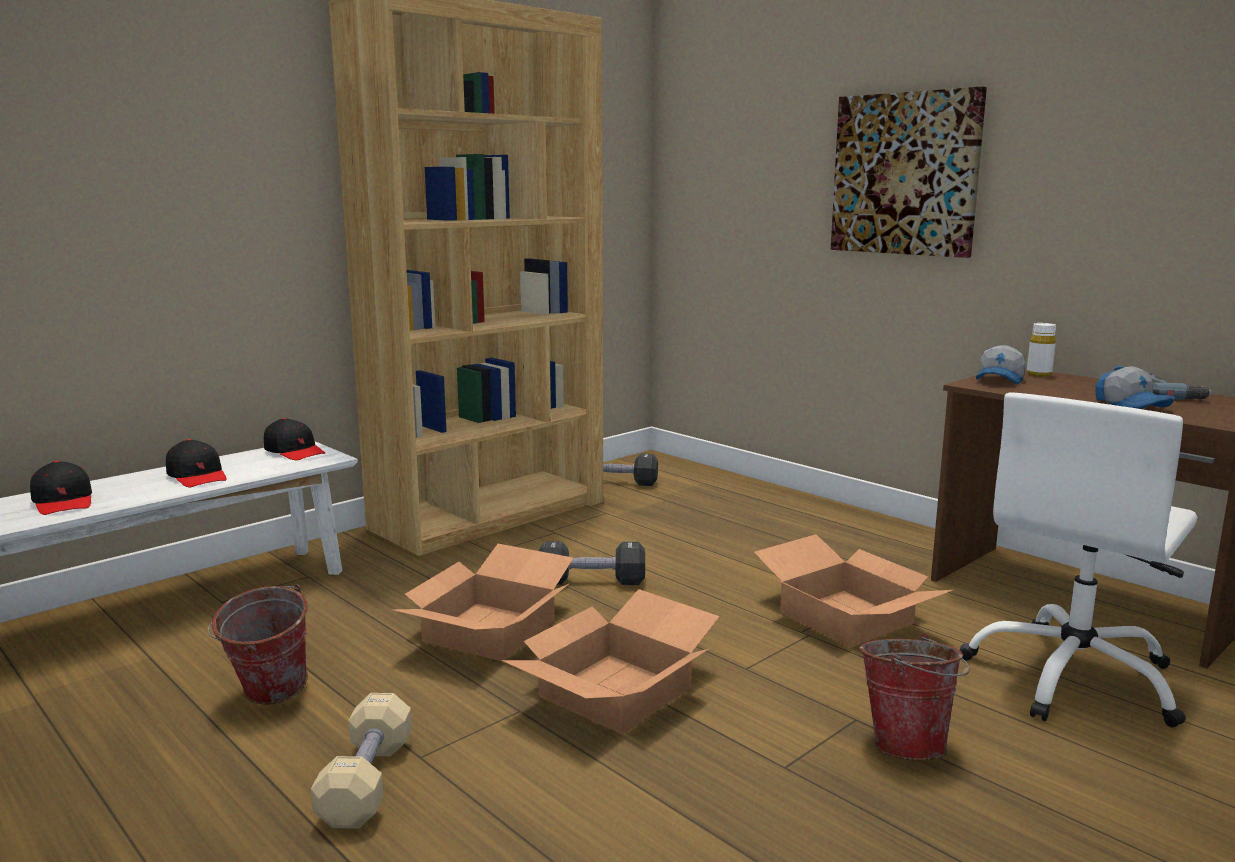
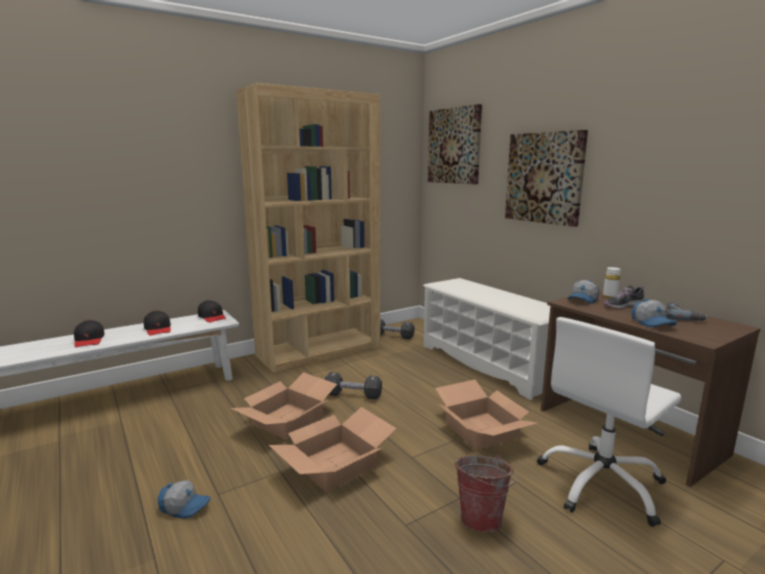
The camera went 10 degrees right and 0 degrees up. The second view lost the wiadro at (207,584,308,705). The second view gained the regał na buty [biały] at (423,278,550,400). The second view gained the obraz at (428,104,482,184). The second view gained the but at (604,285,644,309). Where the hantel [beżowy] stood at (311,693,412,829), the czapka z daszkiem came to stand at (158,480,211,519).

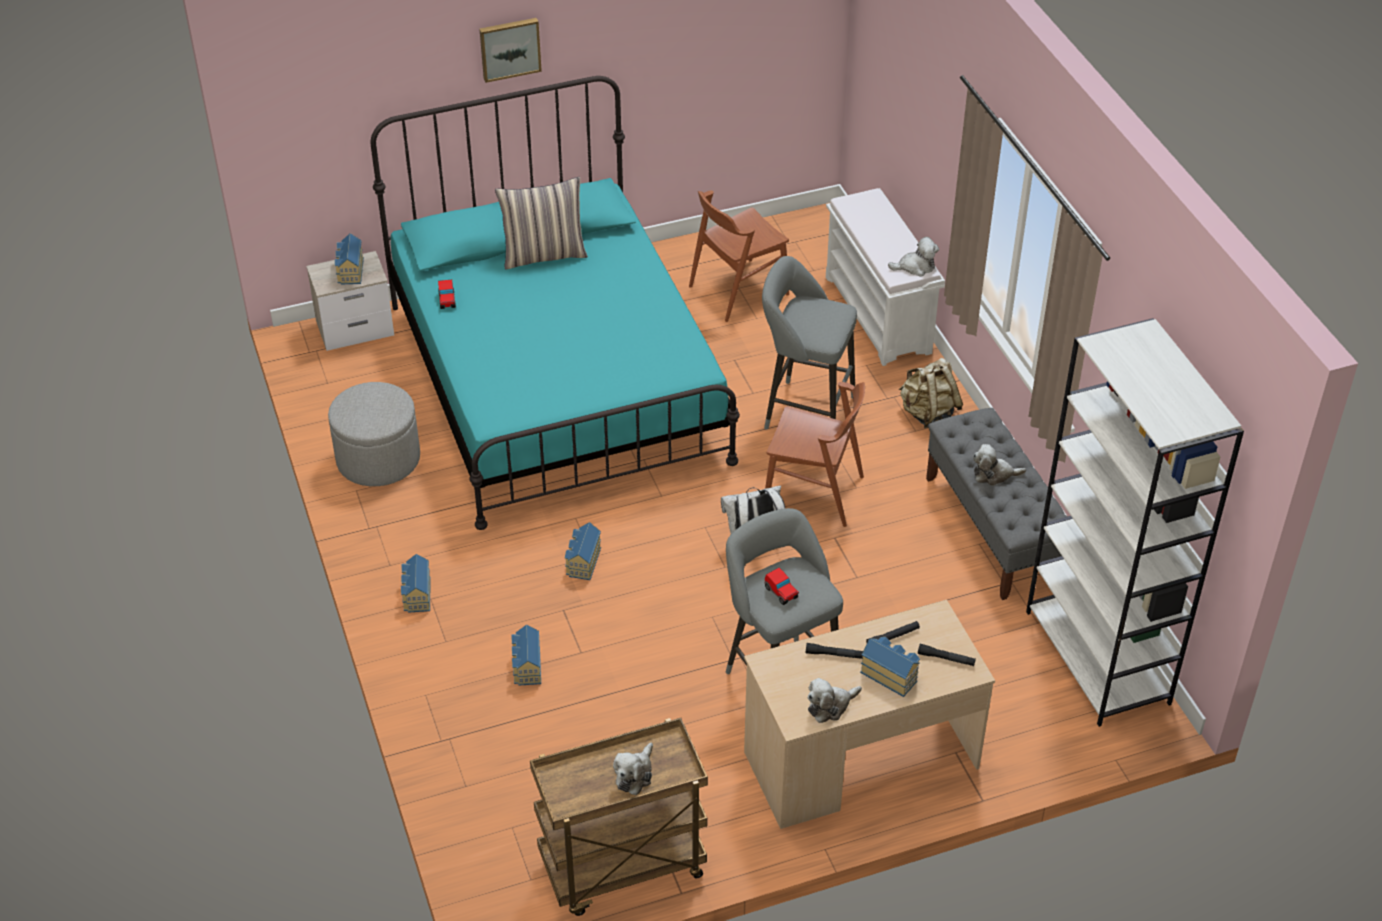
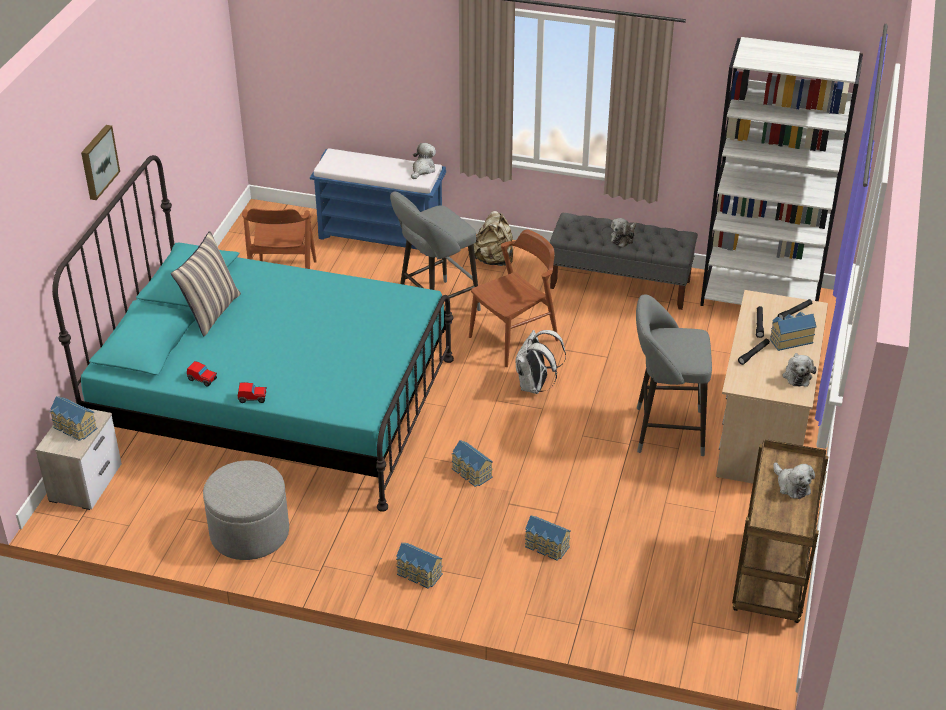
The camera went 55 degrees left and 5 degrees down. The samochodzik ended up elsewhere, having gone from (765,568,799,605) to (238,382,267,403). What was the ławka [biały] at (826,188,945,366) turned into the ławka [niebieski] at (310,148,446,253).

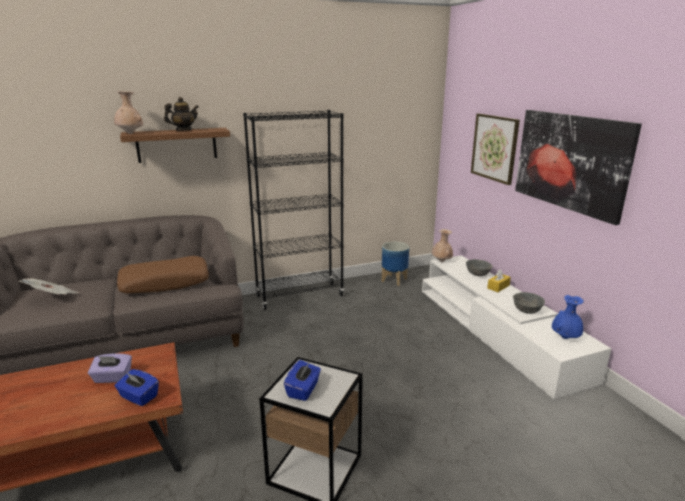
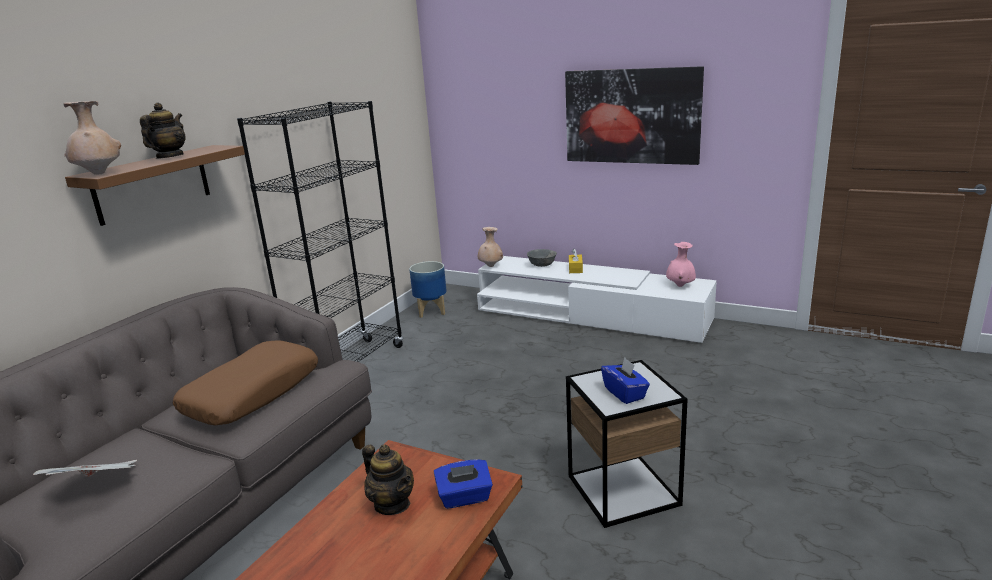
The camera went 40 degrees left and 0 degrees up. The second view lost the obraz at (471,114,520,185). The second view lost the miska [szary] at (513,292,545,314). Where the pudełko chusteczek [fioletowy] stood at (88,353,132,383), the imbryk came to stand at (362,445,414,515). What was the wazon [niebieski] at (552,295,584,339) turned into the wazon [różowy] at (666,242,696,287).

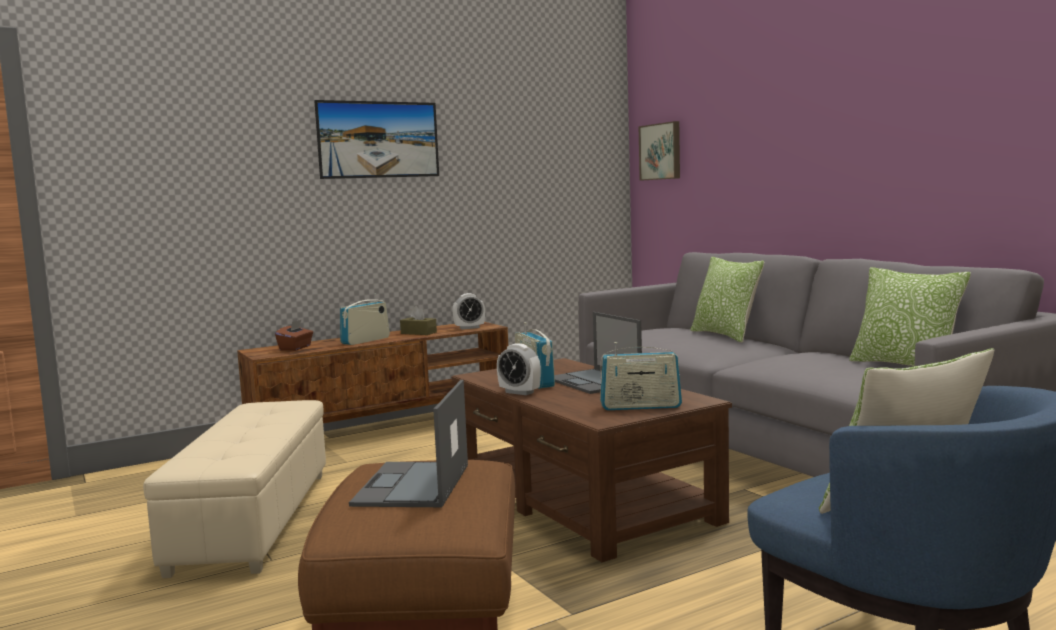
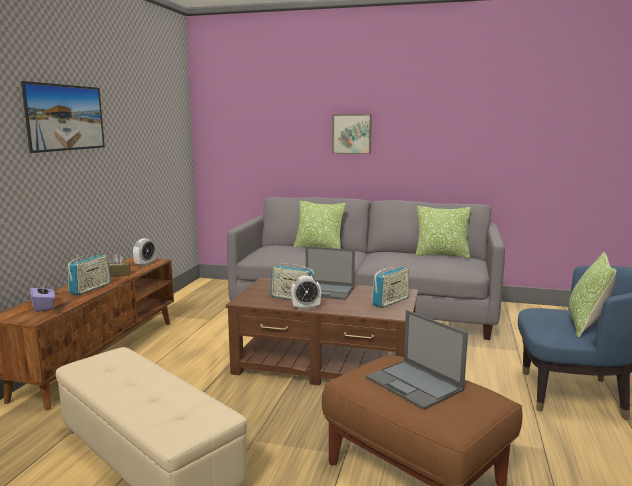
The camera went 45 degrees left and 5 degrees up. The obraz ended up elsewhere, having gone from (639,121,680,180) to (332,114,372,154). What was the pudełko chusteczek [brązowy] at (275,319,313,351) turned into the pudełko chusteczek [fioletowy] at (30,283,55,312). The radio at (340,294,390,345) ended up facing another way, 150 degrees counterclockwise from before.

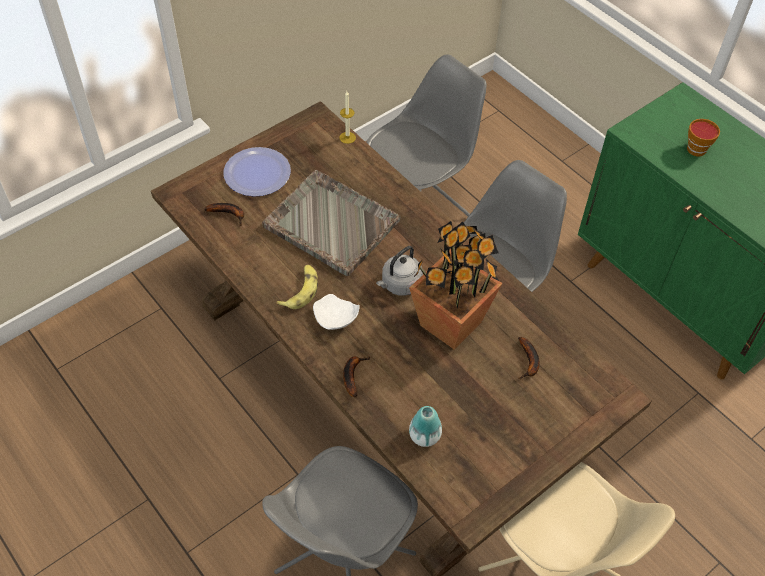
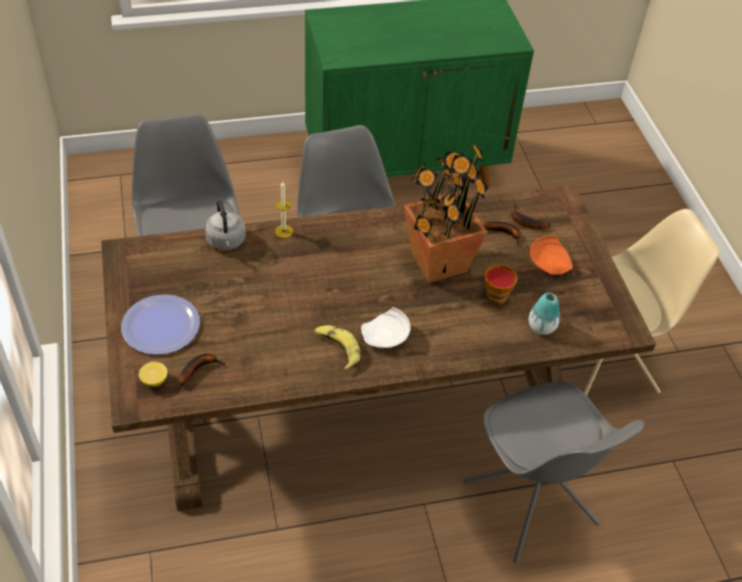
The camera went 65 degrees left and 5 degrees down. The second view lost the taca [szary] at (262,170,400,276). The second view gained the cytryna at (139,362,167,387). The second view gained the talerz [pomarańczowy] at (530,235,573,275). The świeca ended up elsewhere, having gone from (339,92,356,144) to (275,181,293,238). The banan ended up elsewhere, having gone from (343,356,371,397) to (511,204,550,230). The czajnik [szary] ended up elsewhere, having gone from (376,246,423,296) to (205,199,246,250). The filiżanka ended up elsewhere, having gone from (687,119,720,157) to (484,264,518,305).

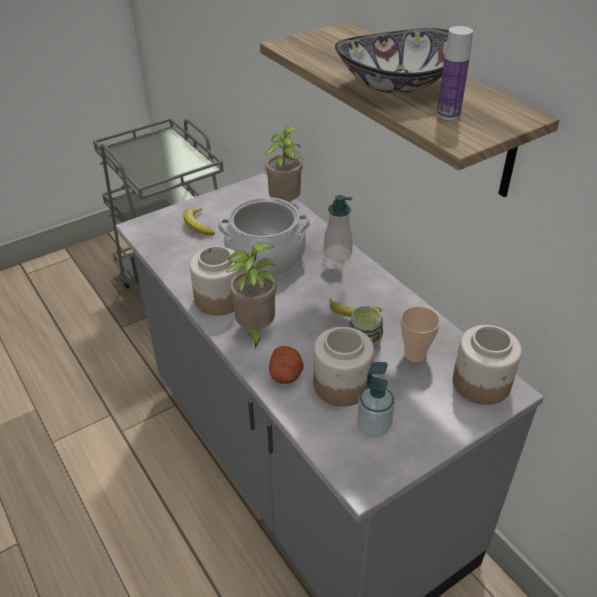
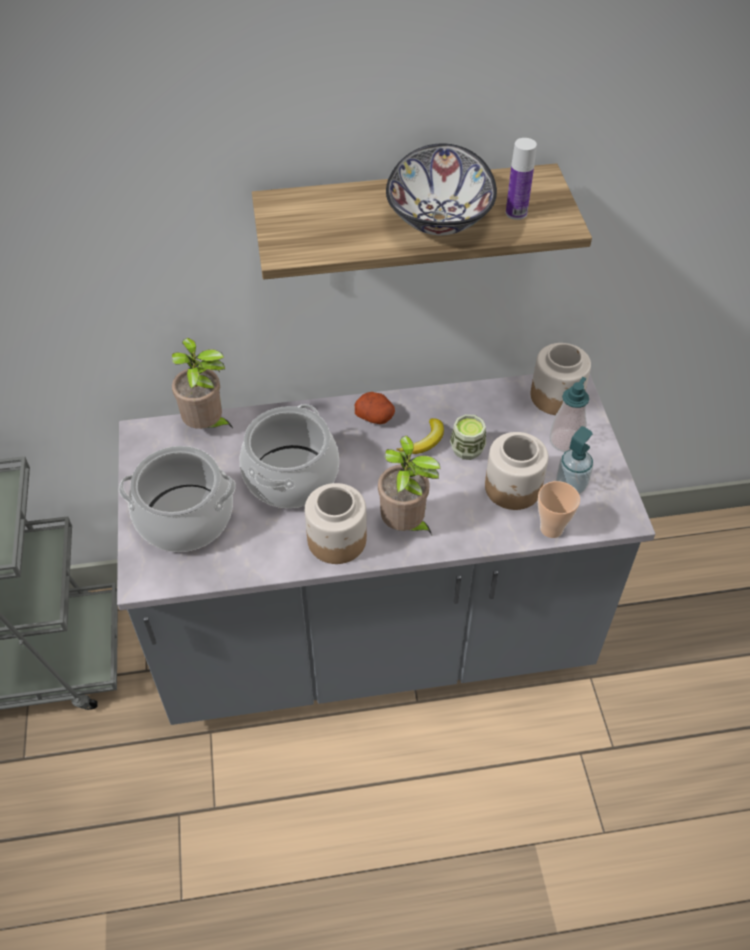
The camera went 65 degrees left and 10 degrees up. The ziemniak ended up elsewhere, having gone from (269,346,304,384) to (355,392,395,424). The dozownik mydła ended up elsewhere, having gone from (324,195,353,262) to (549,377,589,452). The filiżanka ended up elsewhere, having gone from (400,306,440,362) to (538,481,580,538). Where the banan stood at (183,208,215,235), the garnek came to stand at (119,446,236,552).

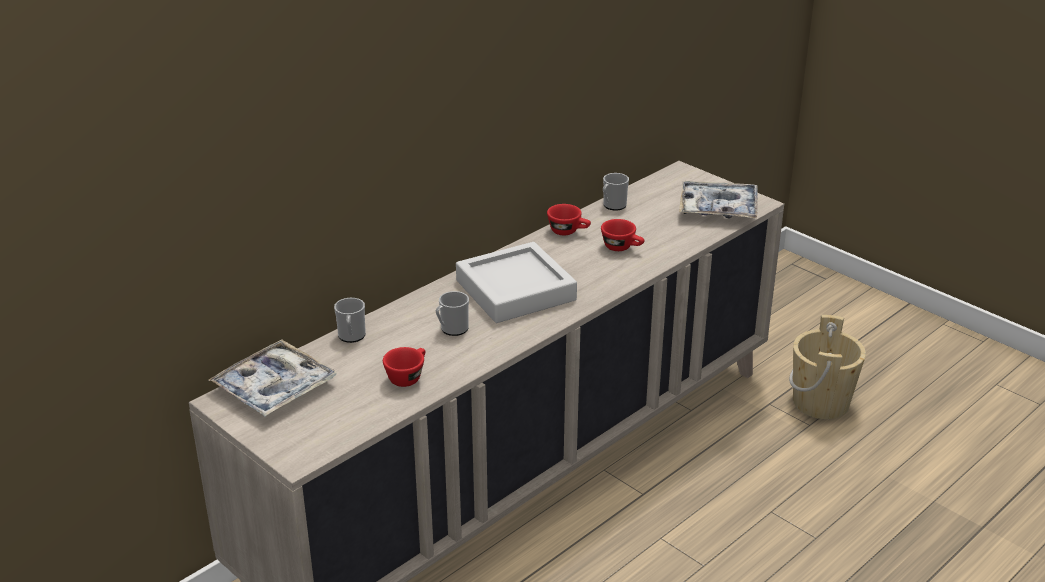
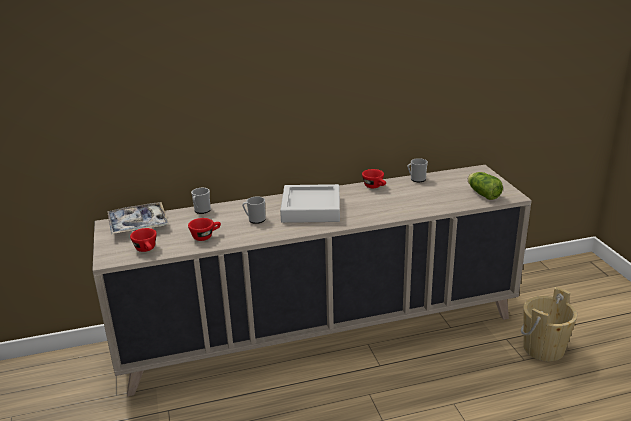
The camera went 30 degrees right and 5 degrees down. The filiżanka [czerwony] ended up elsewhere, having gone from (601,219,644,251) to (130,228,157,252). Where the taca stood at (679,181,758,219), the sałata came to stand at (468,172,503,200).

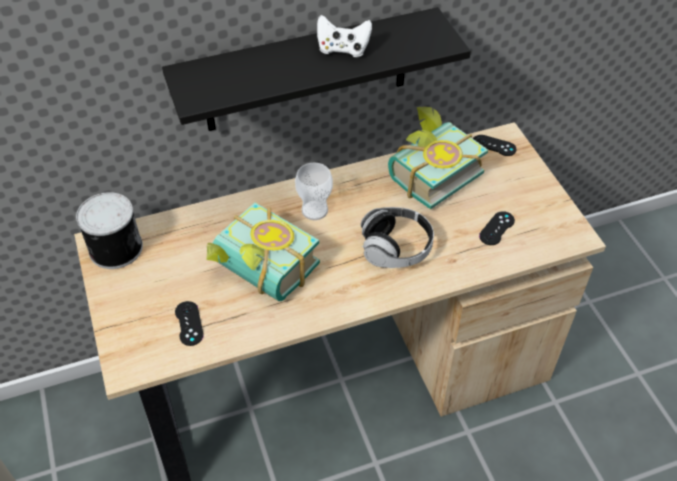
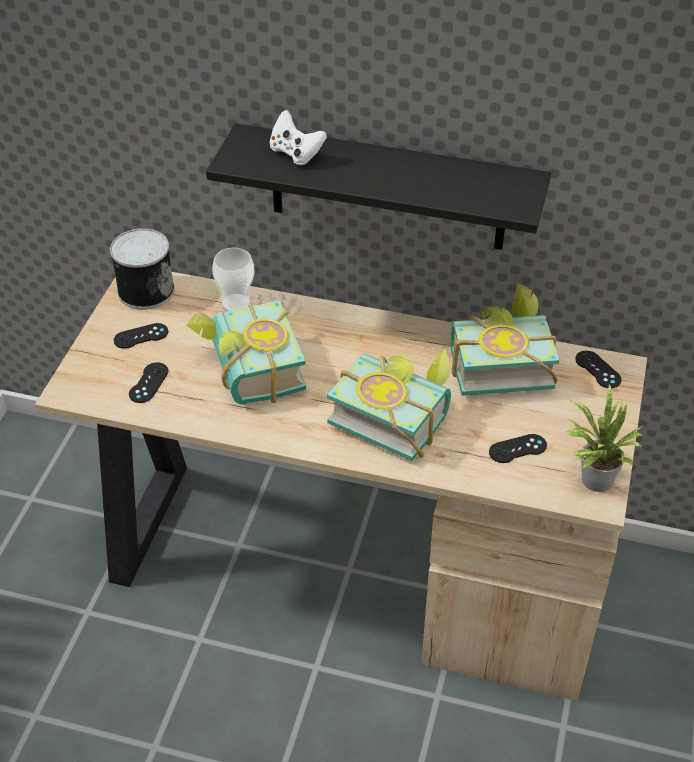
The camera went 35 degrees right and 5 degrees down. The second view gained the pad do gier [czarny] at (114,323,168,349). The second view gained the roślina doniczkowa at (566,383,644,492). The filiżanka ended up elsewhere, having gone from (295,162,333,220) to (212,248,255,311). The pad do gier [biały] ended up elsewhere, having gone from (317,15,372,57) to (270,110,327,165). Where the słuchawki stood at (361,207,434,268), the książka came to stand at (327,348,451,461).

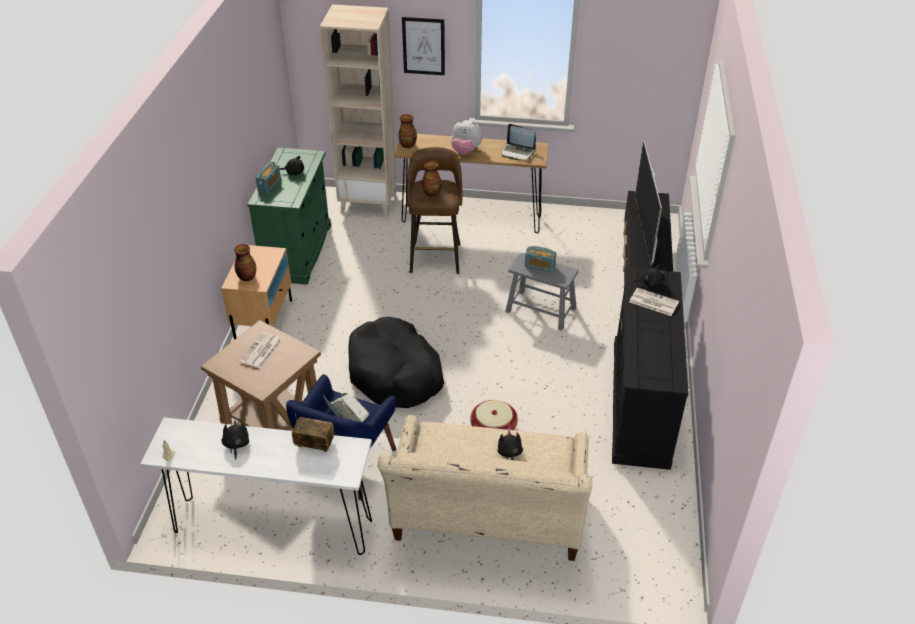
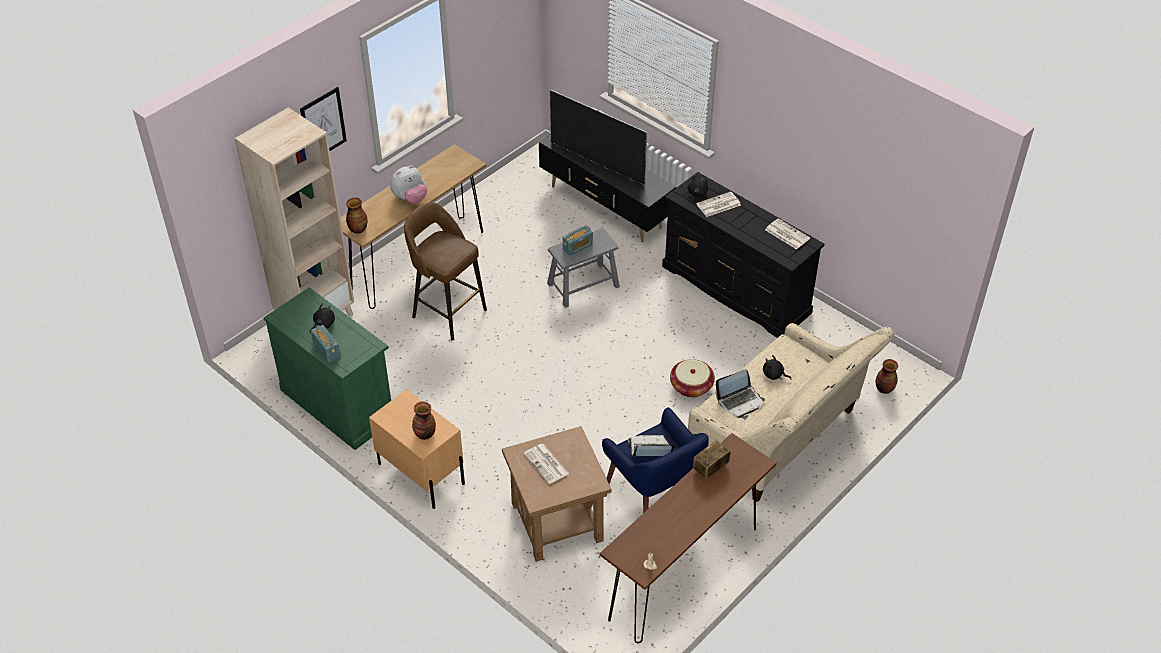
The camera went 55 degrees left and 5 degrees up. The second view lost the pluszak [czarny] at (222,420,249,460). The second view lost the legowisko [czarny] at (348,317,444,408). The second view gained the gazeta at (765,218,810,250). The wazon ended up elsewhere, having gone from (422,161,442,197) to (876,359,898,394). The laptop ended up elsewhere, having gone from (502,124,536,160) to (715,369,765,418). What was the stolik konsolowy [biały] at (141,417,372,555) turned into the stolik konsolowy [brązowy] at (600,433,776,643).

